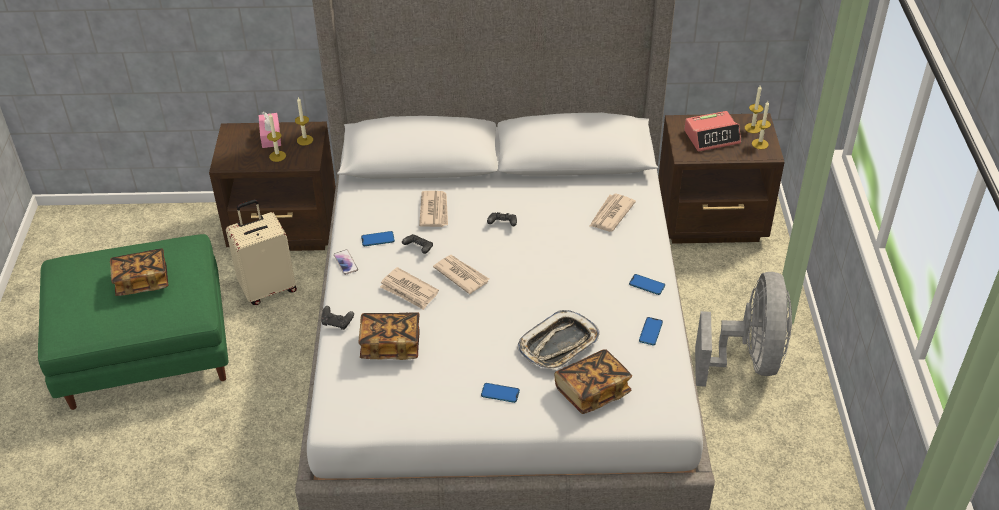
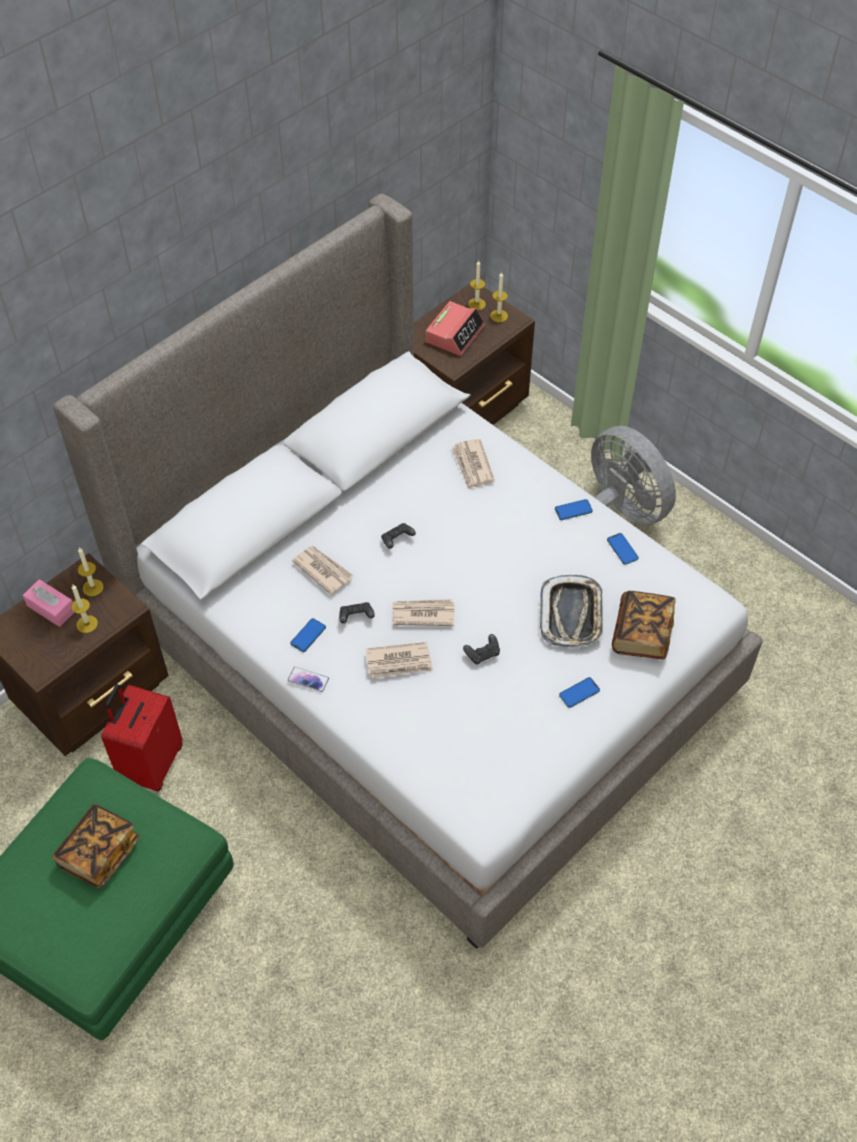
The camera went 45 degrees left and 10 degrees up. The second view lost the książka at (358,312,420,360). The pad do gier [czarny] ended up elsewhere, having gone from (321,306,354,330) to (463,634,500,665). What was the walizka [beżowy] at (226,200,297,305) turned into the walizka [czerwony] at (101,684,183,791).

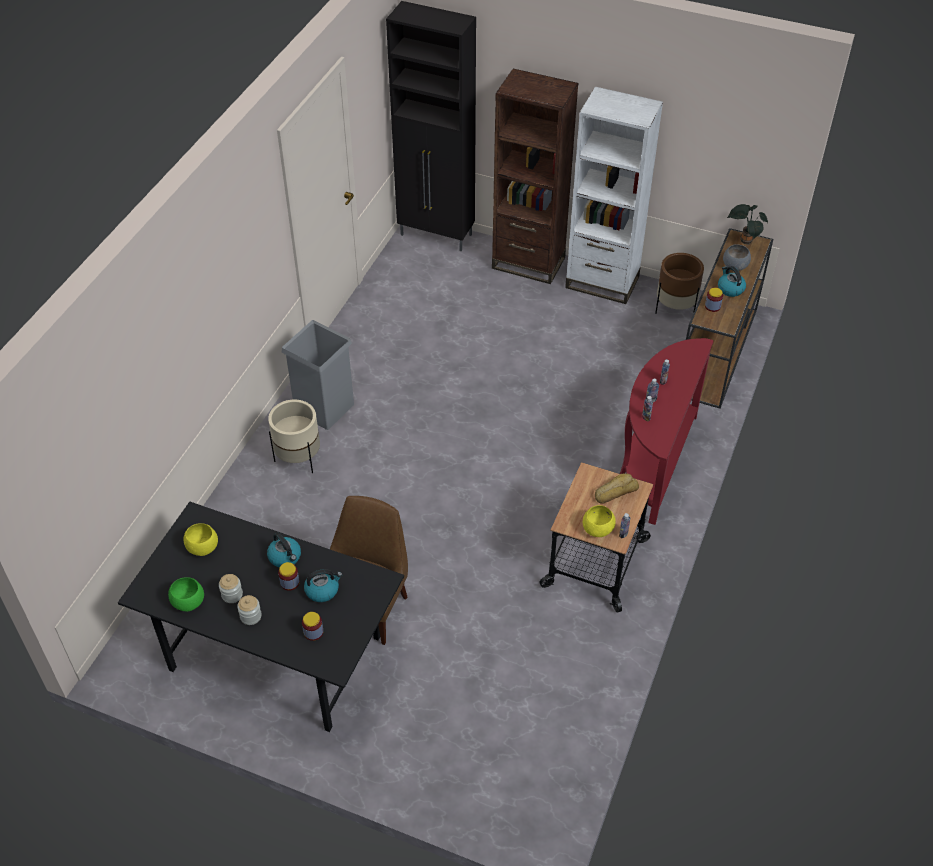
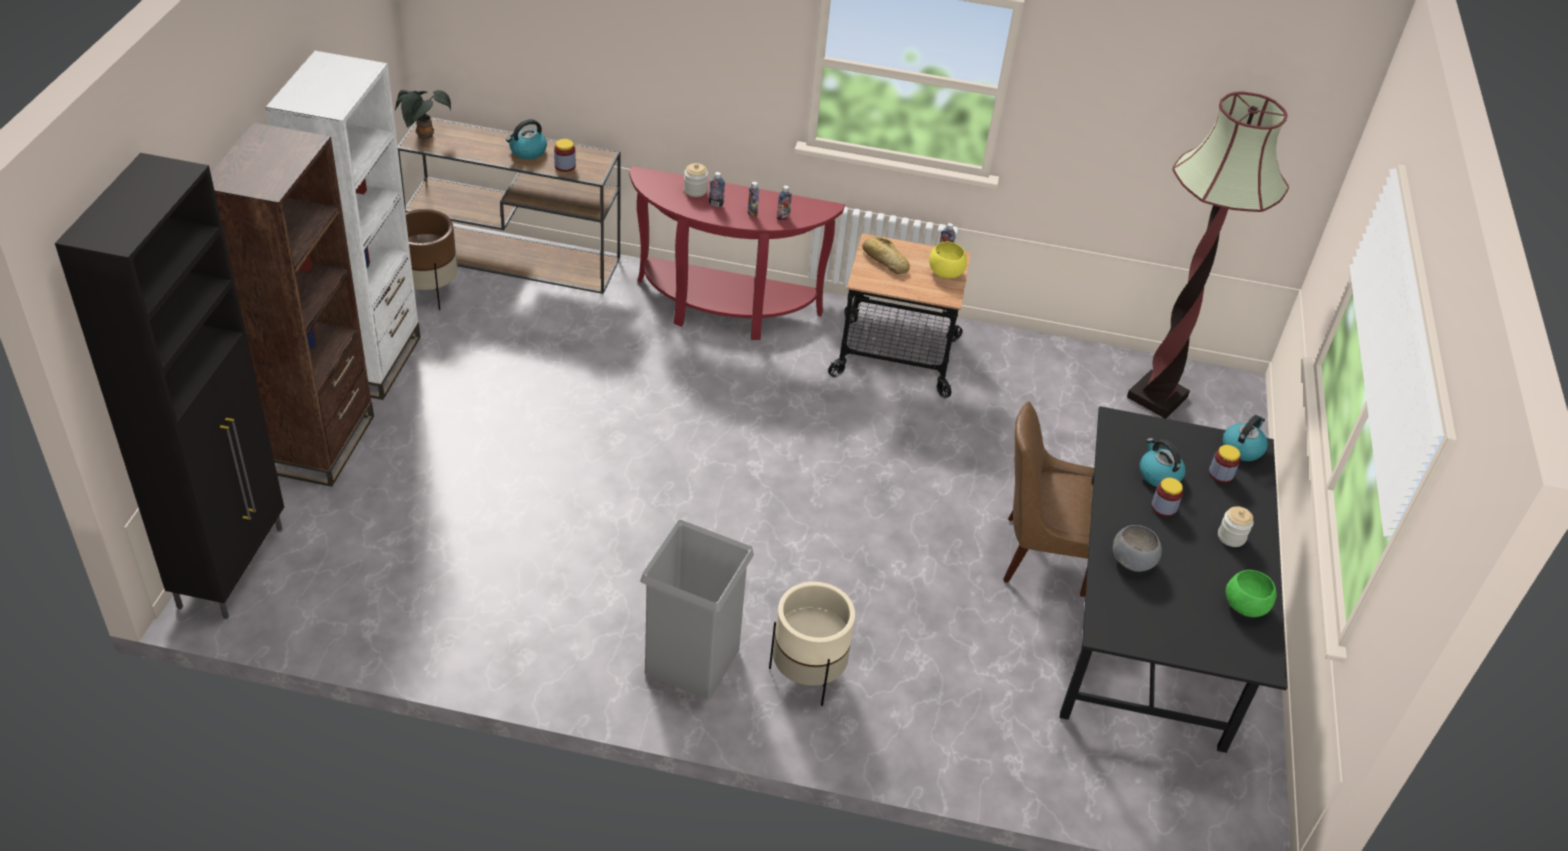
The camera went 105 degrees left and 5 degrees down. The second view lost the miska [żółty] at (184,523,218,556). The second view gained the lampa stojąca at (1127,91,1289,419). The słoik ended up elsewhere, having gone from (219,574,243,603) to (684,163,708,197). The czajnik ended up elsewhere, having gone from (267,533,301,567) to (1223,415,1268,461). The miska [szary] ended up elsewhere, having gone from (723,244,751,271) to (1113,525,1162,572).

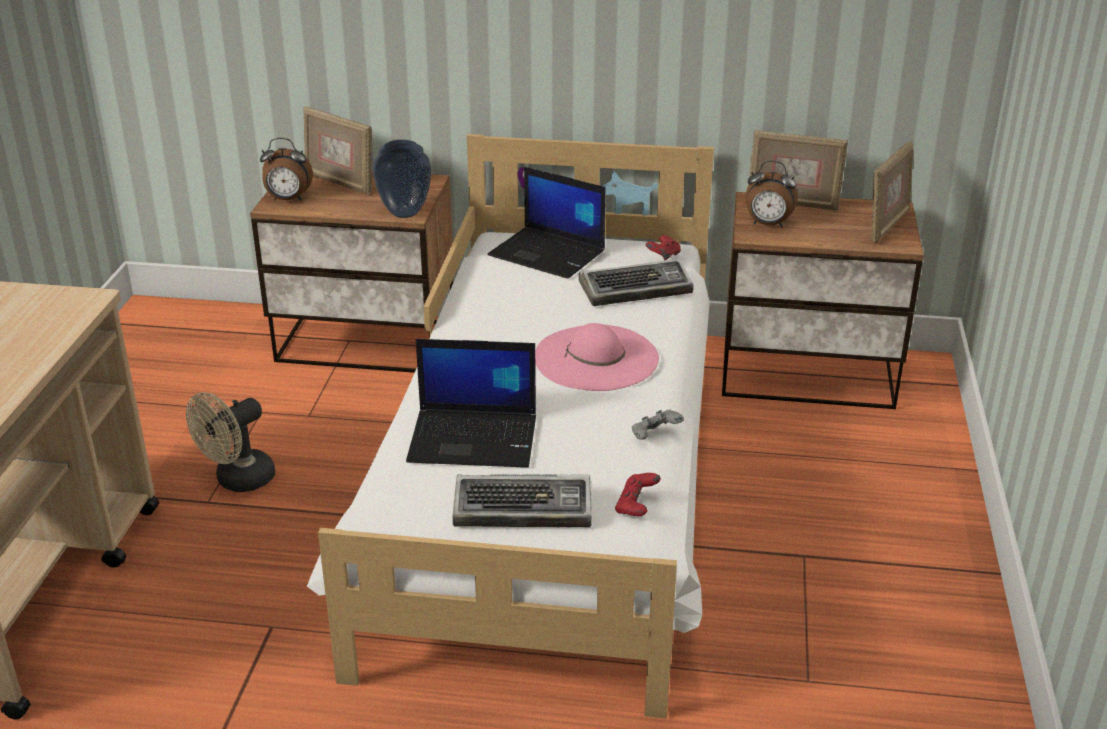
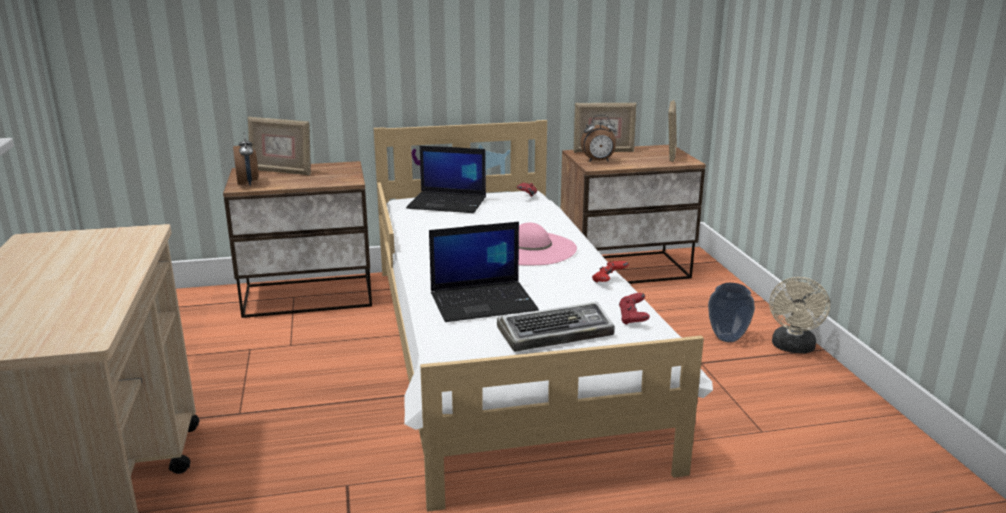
The camera went 20 degrees left and 10 degrees down. The second view lost the klawiatura at (579,259,694,306). The wentylator [beżowy] ended up elsewhere, having gone from (186,392,275,492) to (769,277,830,354). The wazon ended up elsewhere, having gone from (373,140,432,218) to (708,283,755,342). What was the pad do gier [szary] at (632,410,684,440) turned into the pad do gier [czerwony] at (592,261,629,282). The budzik at (260,138,313,201) ended up facing another way, 90 degrees counterclockwise from before.

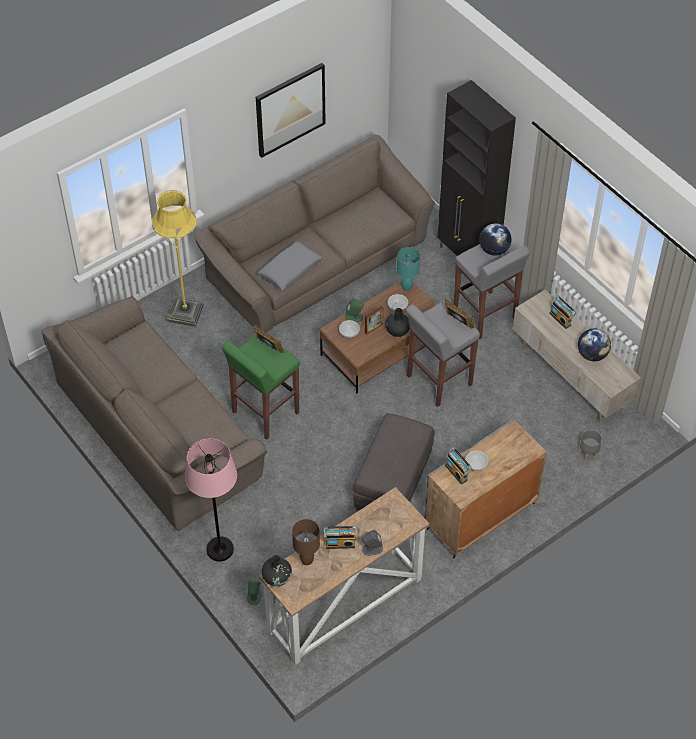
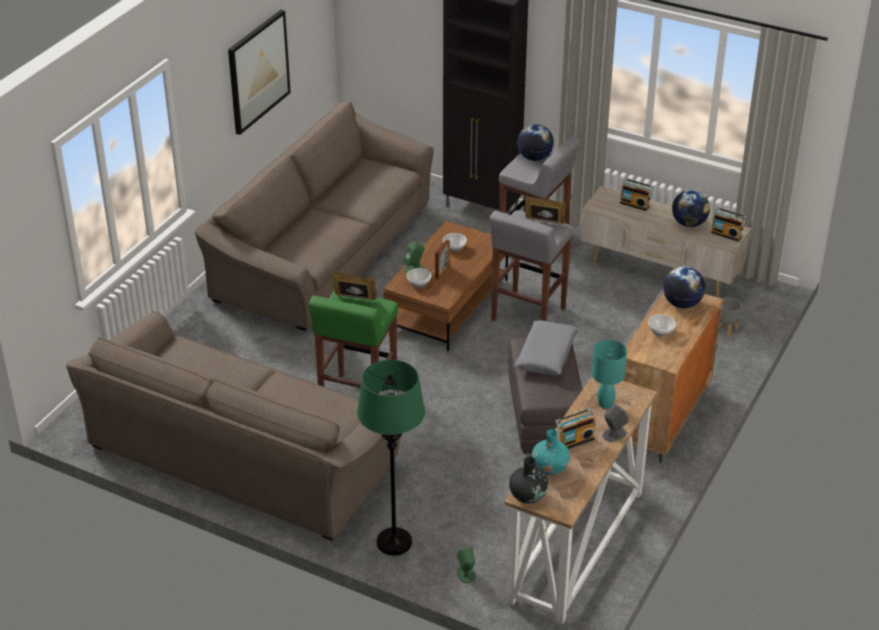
The camera went 25 degrees left and 15 degrees down. The second view lost the lampa stojąca [żółty] at (152,190,204,327). The second view lost the wazon [czarny] at (385,308,410,337). The second view gained the globus at (663,267,706,308). The poduszka [szary] ended up elsewhere, having gone from (257,241,323,291) to (514,320,579,375). The lampa stołowa [turkusowy] ended up elsewhere, having gone from (397,247,420,291) to (592,340,627,409). The radio ended up elsewhere, having gone from (445,447,472,485) to (711,207,747,242). Where the lampa stołowa [brązowy] stood at (292,519,320,565), the wazon [turkusowy] came to stand at (532,429,570,476). What was the lampa stojąca [różowy] at (185,438,237,561) turned into the lampa stojąca [zielony] at (357,360,425,555).

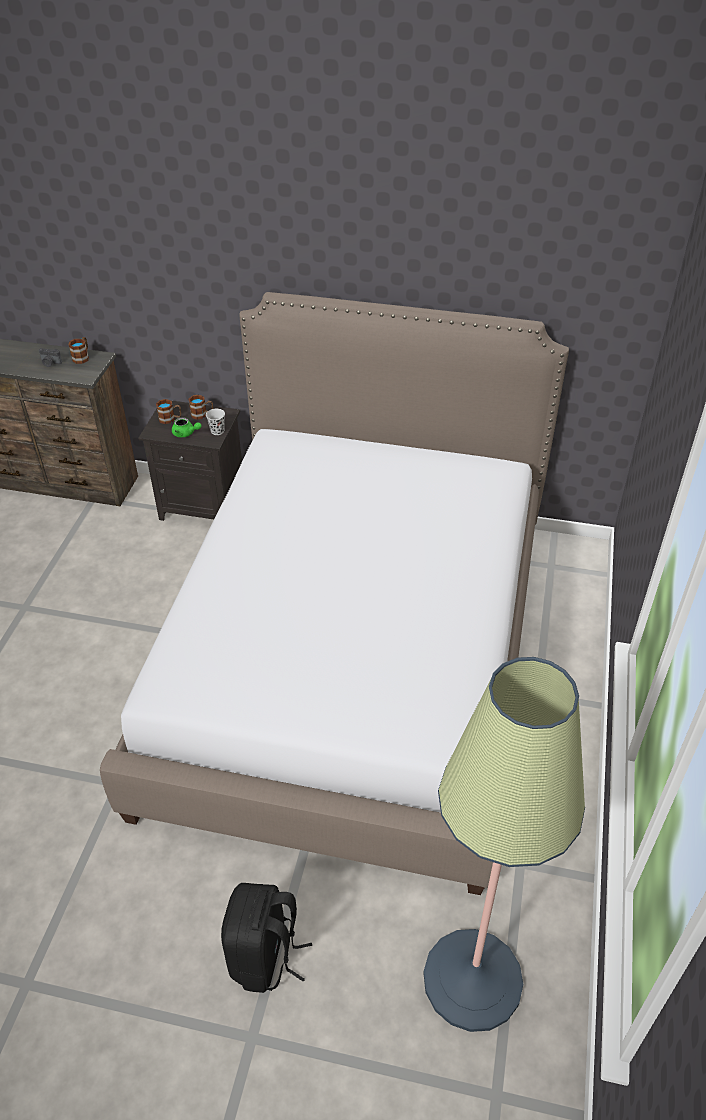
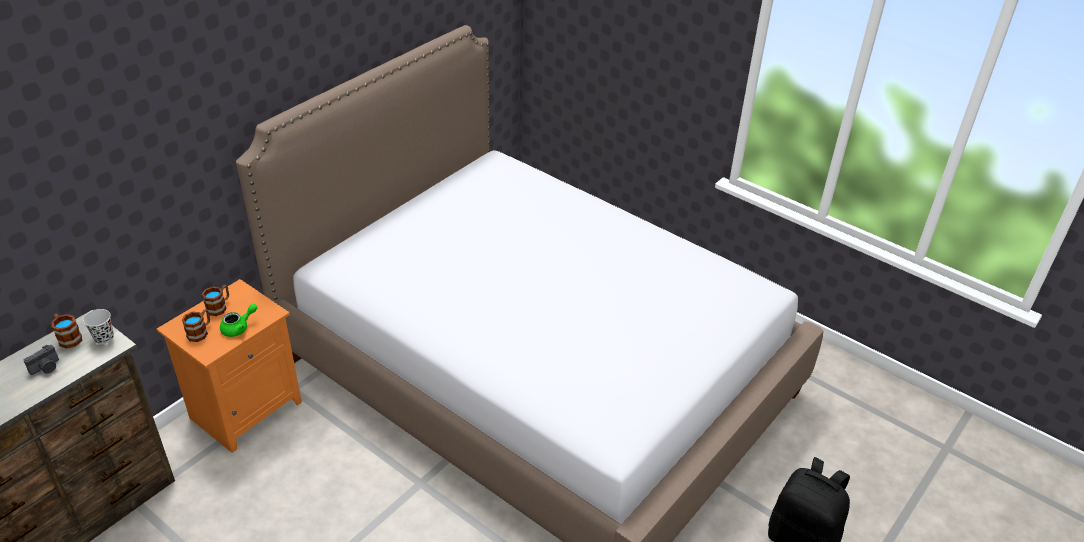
The camera went 65 degrees left and 5 degrees down. The second view lost the lampa stojąca at (423,657,585,1032). The filiżanka [czarny] ended up elsewhere, having gone from (206,409,225,435) to (83,309,114,344). What was the szafka nocna [czarny] at (138,399,242,521) turned into the szafka nocna [pomarańczowy] at (157,279,302,453).

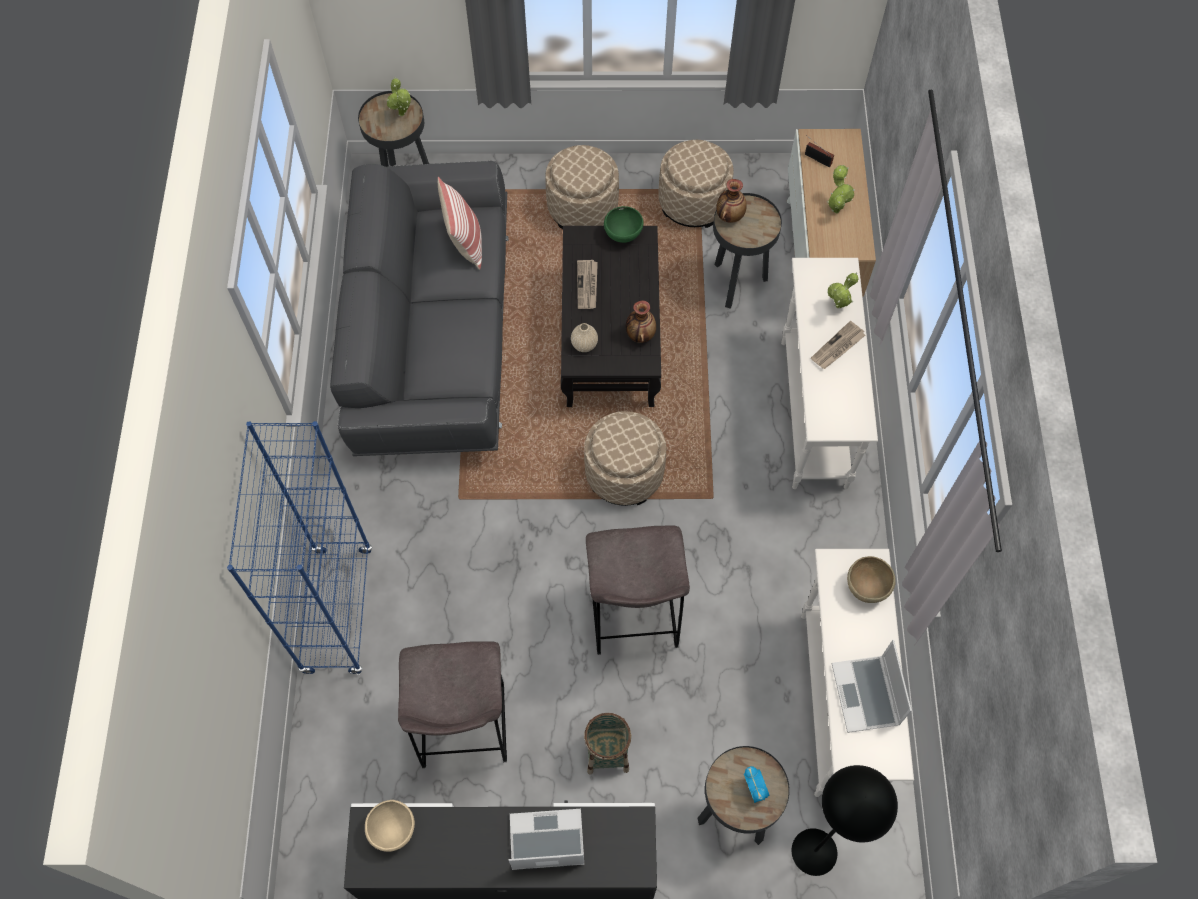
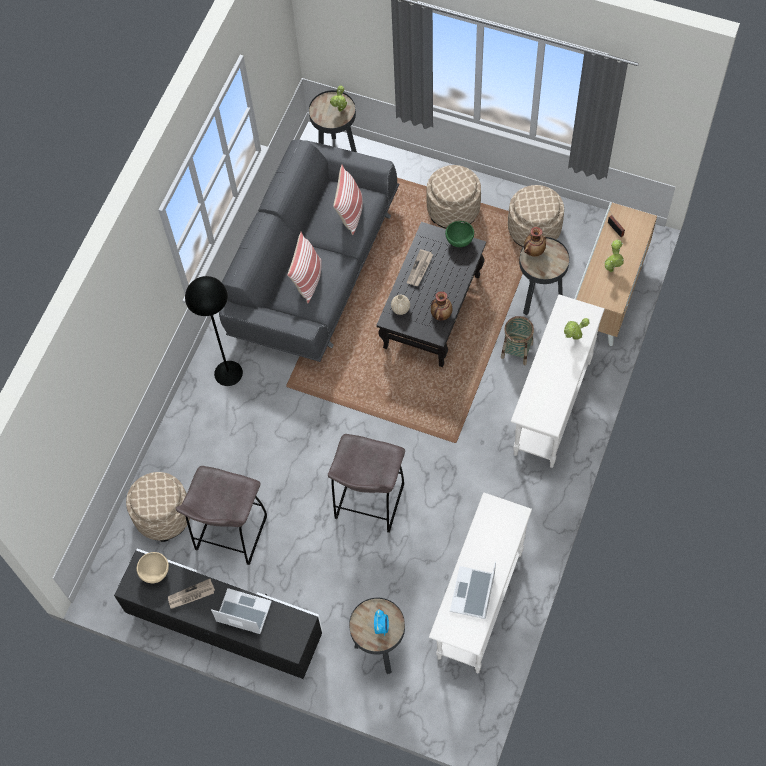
The camera went 25 degrees right and 0 degrees up. The second view lost the regał [niebieski] at (227,421,372,675). The second view lost the miska [brązowy] at (847,556,896,603). The second view gained the poduszka at (287,232,322,303). The pufa [beżowy] ended up elsewhere, having gone from (584,411,666,506) to (126,472,190,542). The koszyk ended up elsewhere, having gone from (584,713,631,775) to (501,316,534,365). The lampa stojąca [czarny] ended up elsewhere, having gone from (792,765,898,876) to (185,276,243,386). The gazeta ended up elsewhere, having gone from (811,321,865,369) to (168,579,215,609).

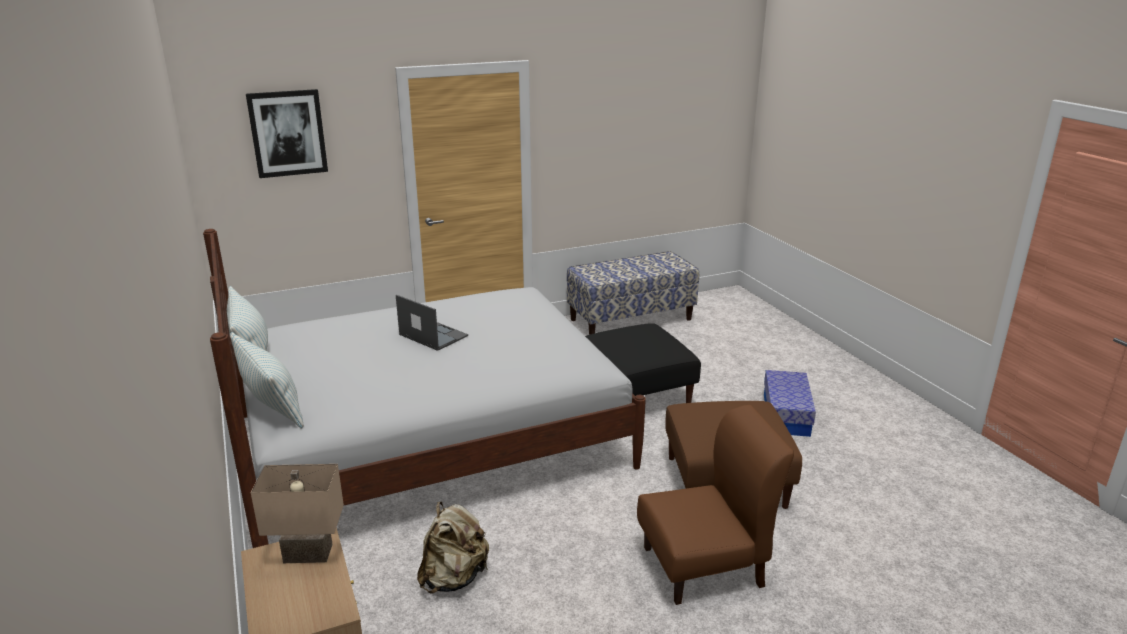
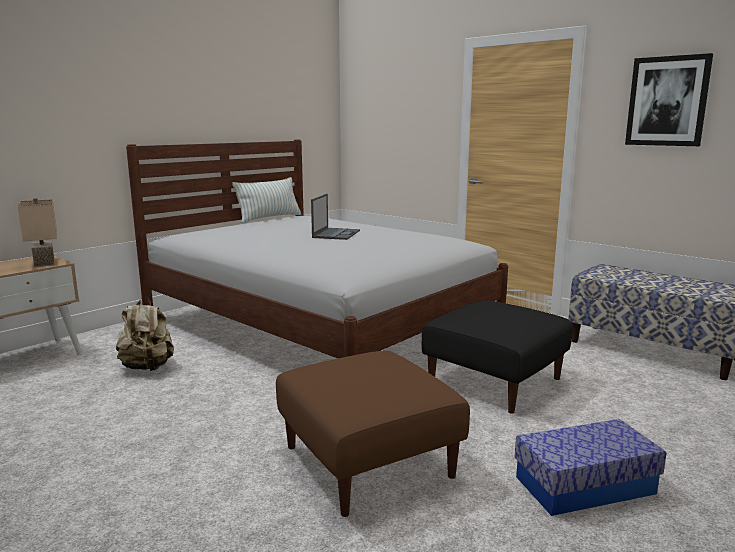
The camera went 65 degrees right and 10 degrees down. The second view lost the poduszka at (230,332,304,429). The second view lost the krzesło [brązowy] at (637,405,794,605). The obraz ended up elsewhere, having gone from (246,89,328,178) to (625,53,713,146).

